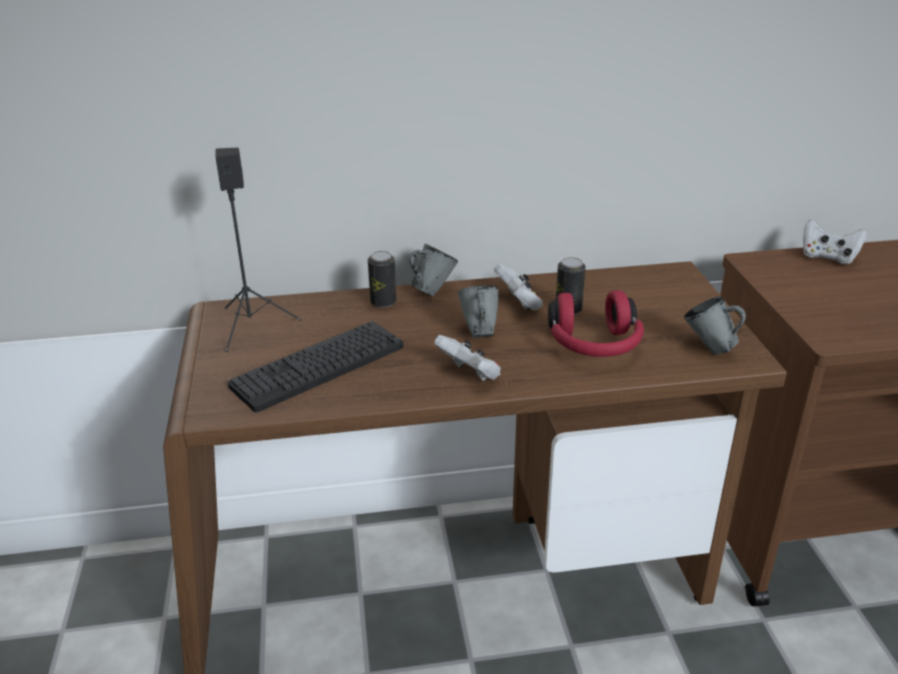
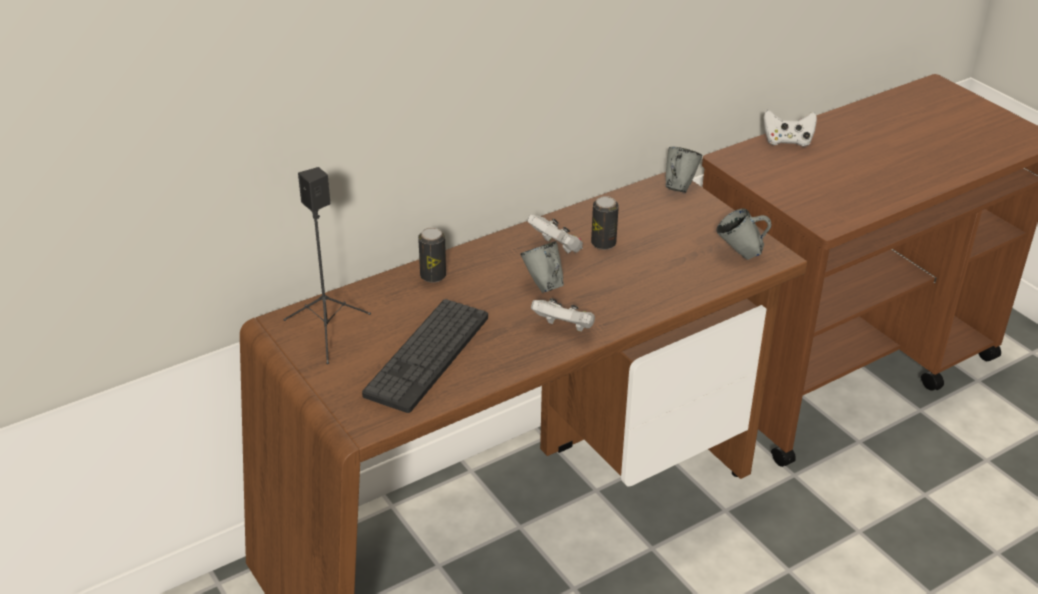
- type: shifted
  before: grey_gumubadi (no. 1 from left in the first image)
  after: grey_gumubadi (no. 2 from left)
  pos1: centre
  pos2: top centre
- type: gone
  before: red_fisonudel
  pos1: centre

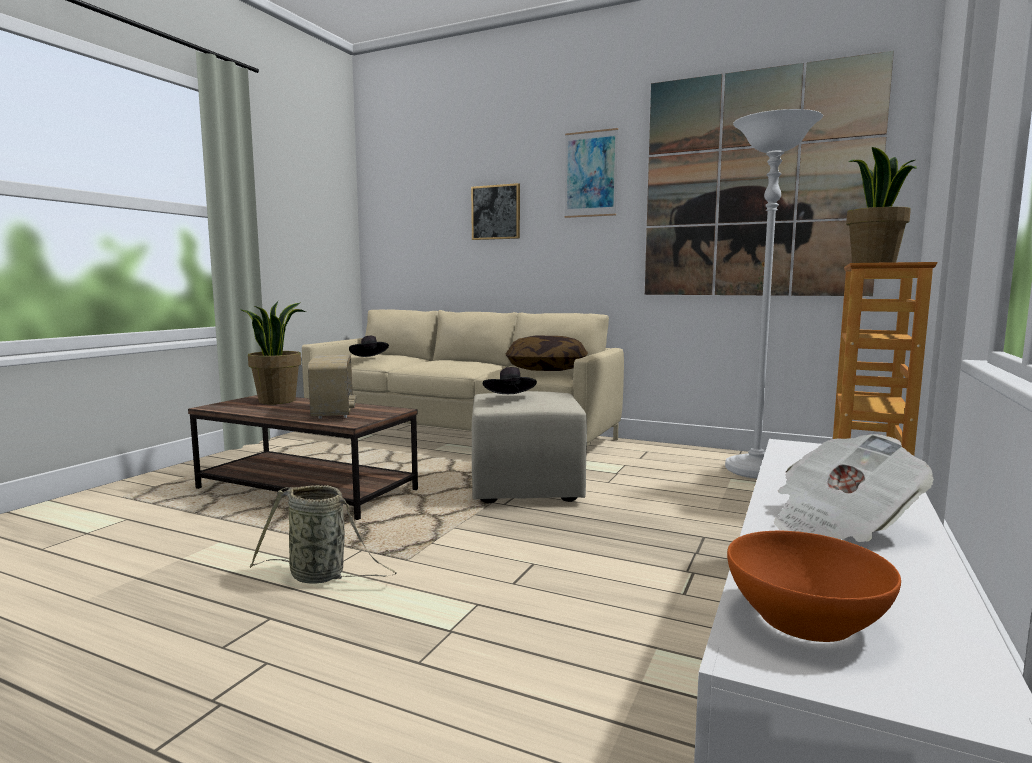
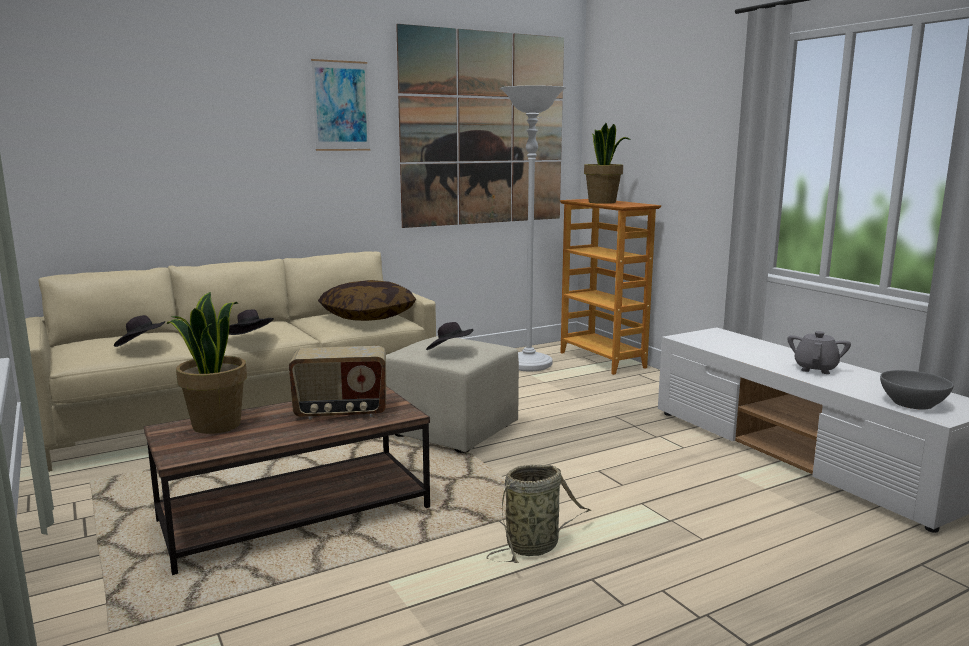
- type: gone
  before: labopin (no. 1 from left)
  pos1: top centre
- type: rotated
  before: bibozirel
  pos1: middle left
  pos2: centre
  turn: 150
- type: swapped
  before: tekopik
  after: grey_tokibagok
  pos1: middle right
  pos2: middle right
- type: repainted
  before: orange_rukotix
  after: grey_rukotix
  pos1: bottom right
  pos2: middle right
- type: new
  after: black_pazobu (no. 2 from left)
  pos2: middle left

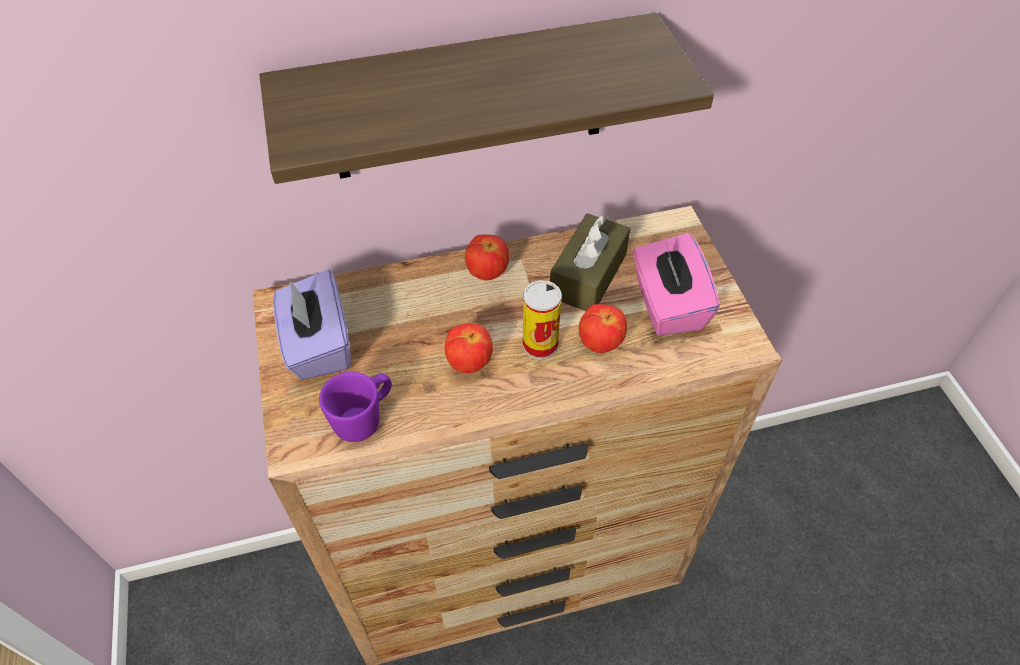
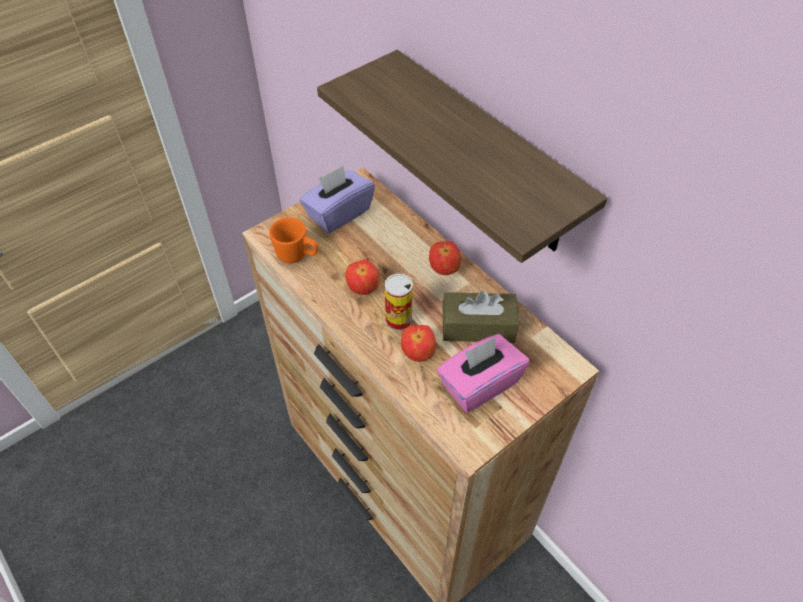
- type: repainted
  before: purple_gumubadi
  after: orange_gumubadi
  pos1: centre
  pos2: centre

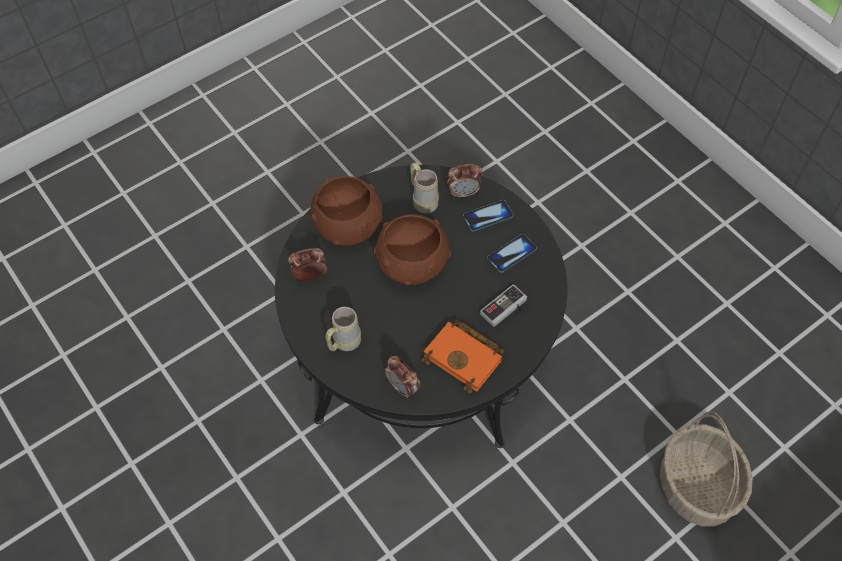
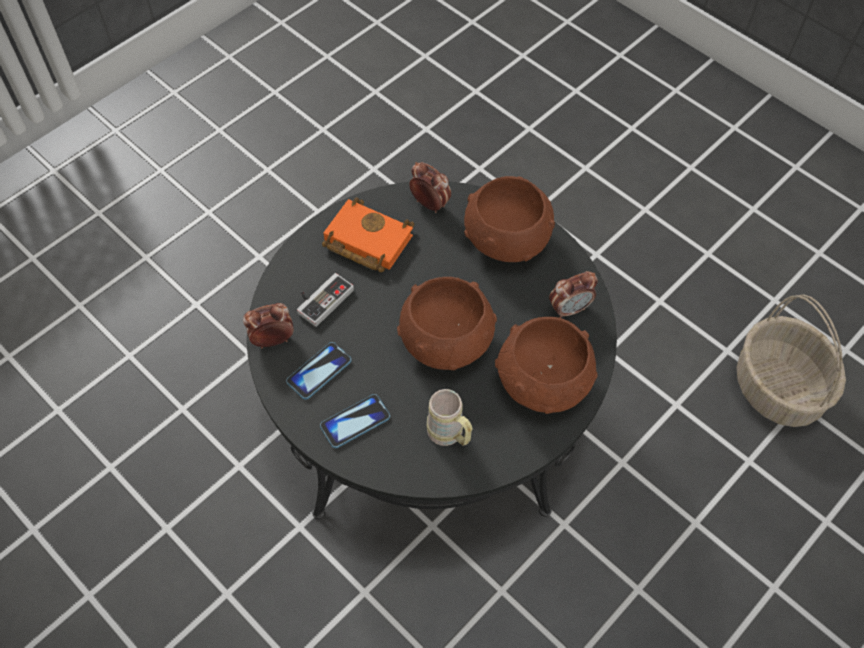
- type: shifted
  before: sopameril (no. 3 from left in the first image)
  after: sopameril (no. 1 from left)
  pos1: top centre
  pos2: middle left
- type: swapped
  before: beige_gumubadi (no. 1 from left)
  after: brown_rukotix (no. 2 from left)
  pos1: centre
  pos2: centre
- type: shifted
  before: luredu
  pos1: bottom right
  pos2: middle right

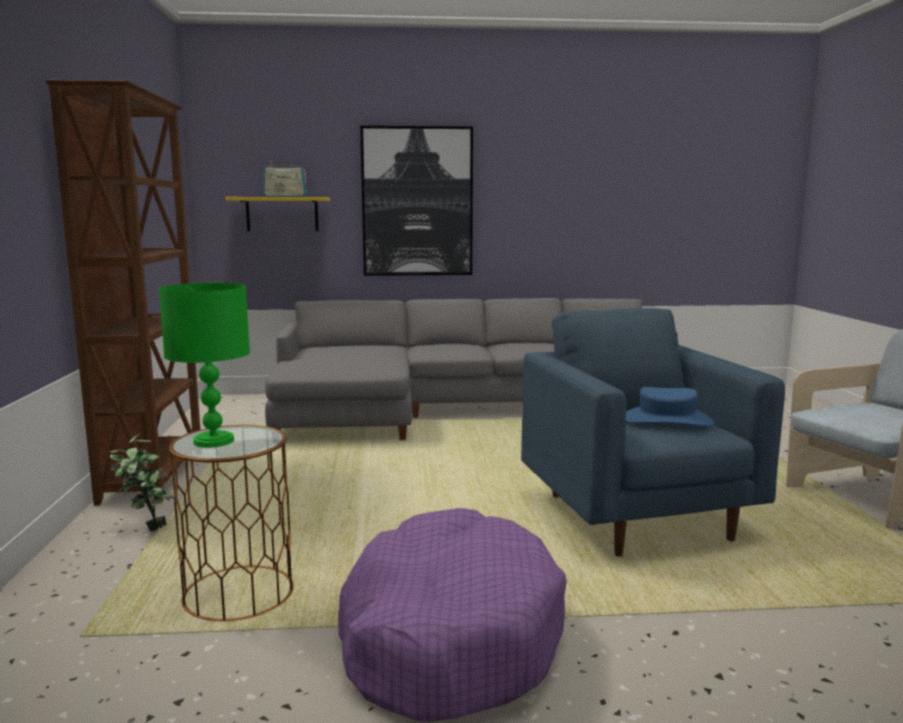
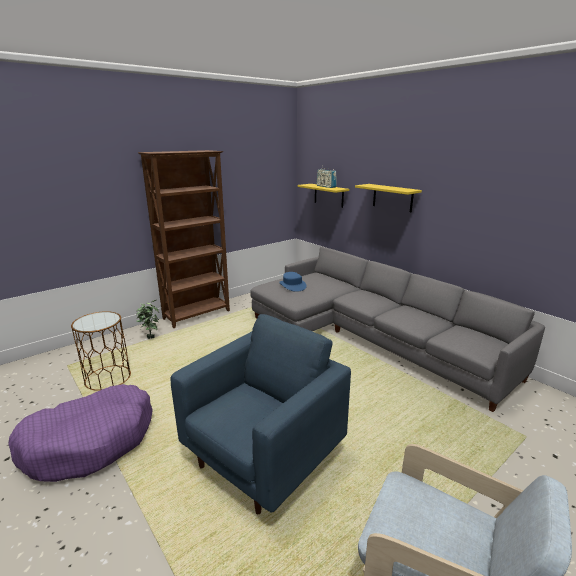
- type: swapped
  before: labopin
  after: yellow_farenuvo (no. 2 from left)
  pos1: top centre
  pos2: middle right
- type: gone
  before: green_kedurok
  pos1: middle left
- type: shifted
  before: blue_pazobu
  pos1: middle right
  pos2: centre

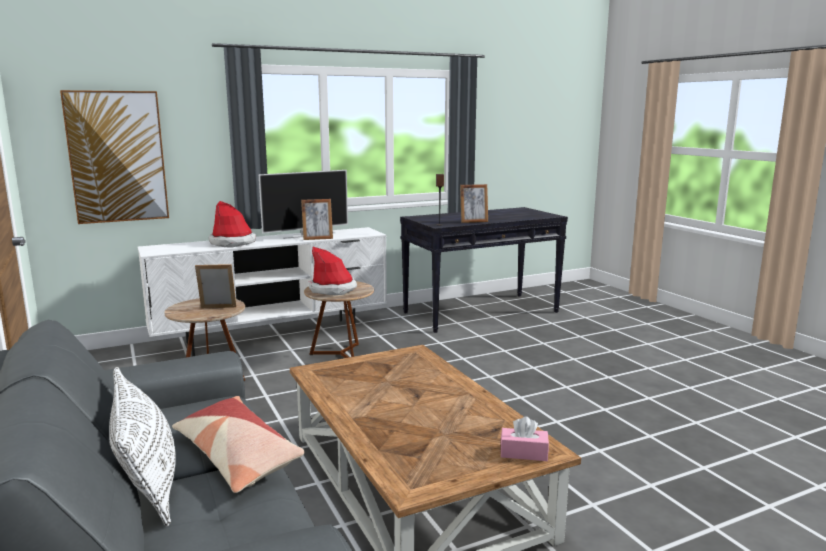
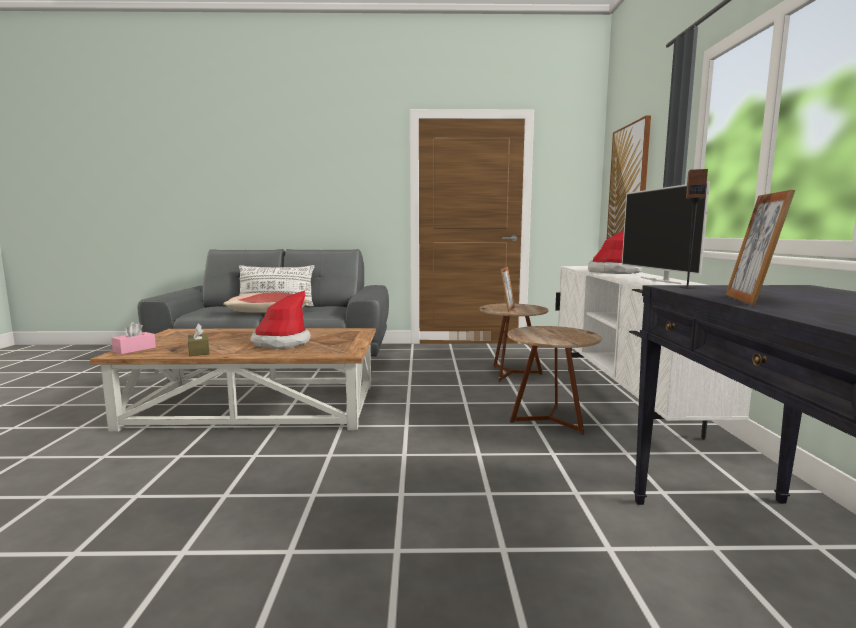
- type: gone
  before: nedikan (no. 2 from left)
  pos1: centre
- type: shifted
  before: pazobu (no. 2 from left in the first image)
  after: pazobu (no. 1 from left)
  pos1: centre
  pos2: middle left
- type: new
  after: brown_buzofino
  pos2: middle left

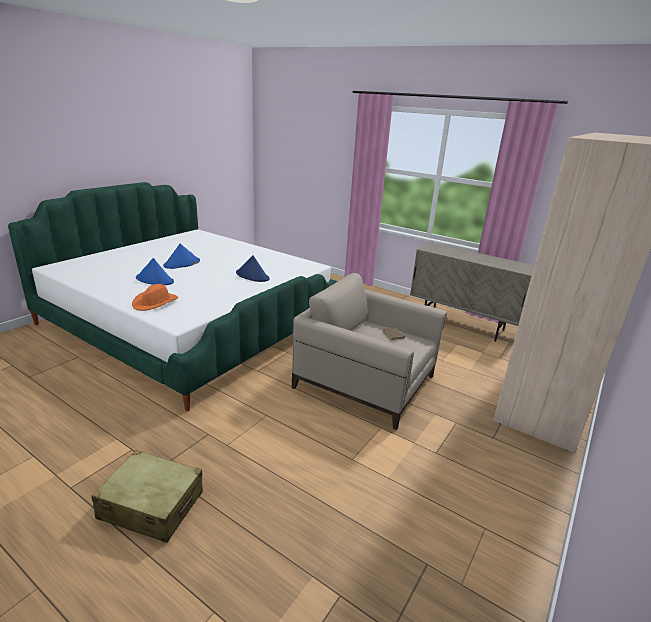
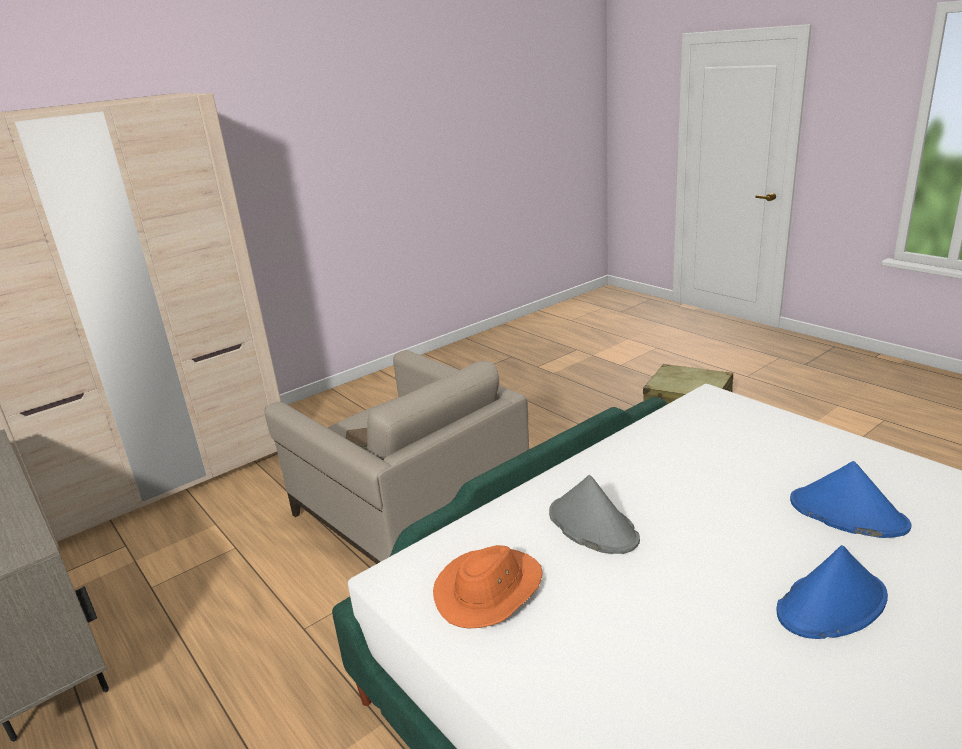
- type: repainted
  before: blue_pazobu (no. 3 from left)
  after: grey_pazobu
  pos1: centre
  pos2: bottom centre
- type: shifted
  before: orange_pazobu
  pos1: middle left
  pos2: bottom centre

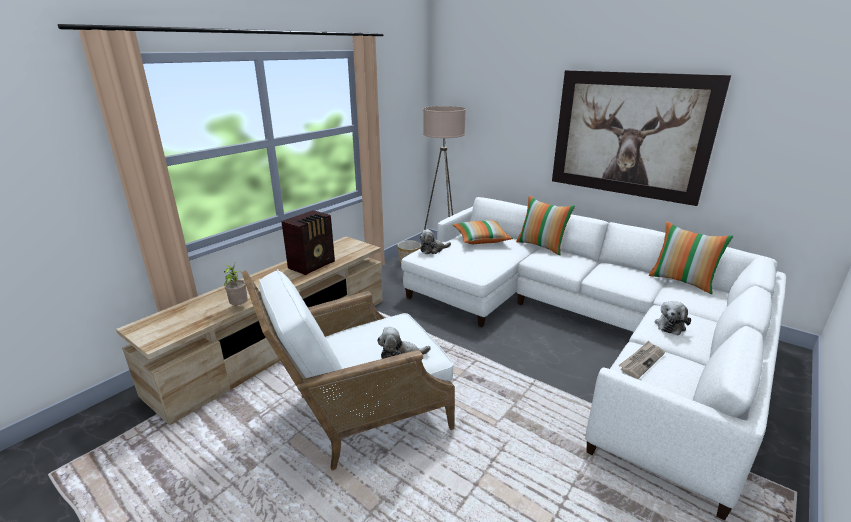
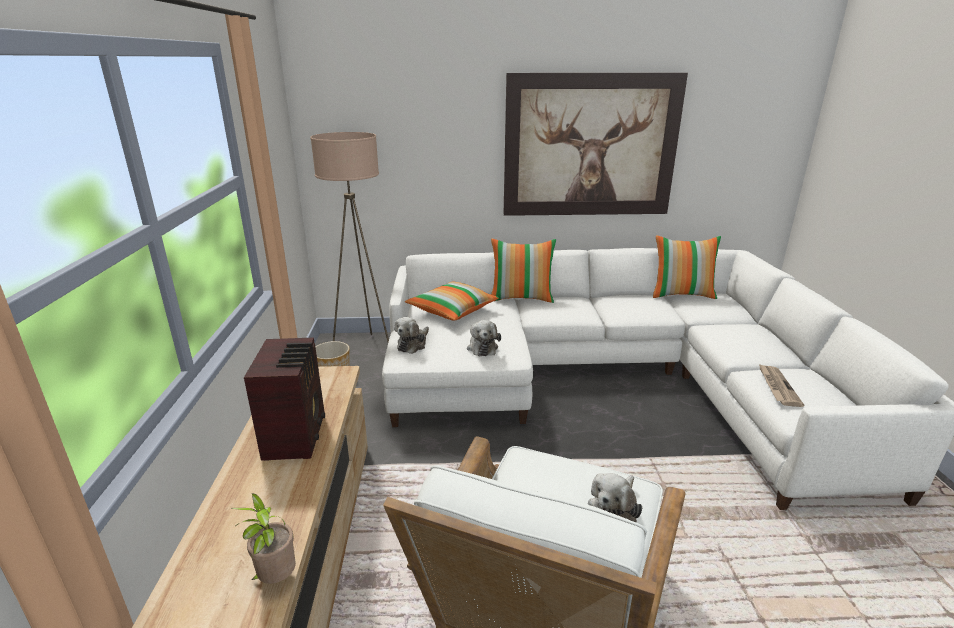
- type: shifted
  before: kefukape (no. 3 from left in the first image)
  after: kefukape (no. 2 from left)
  pos1: middle right
  pos2: centre

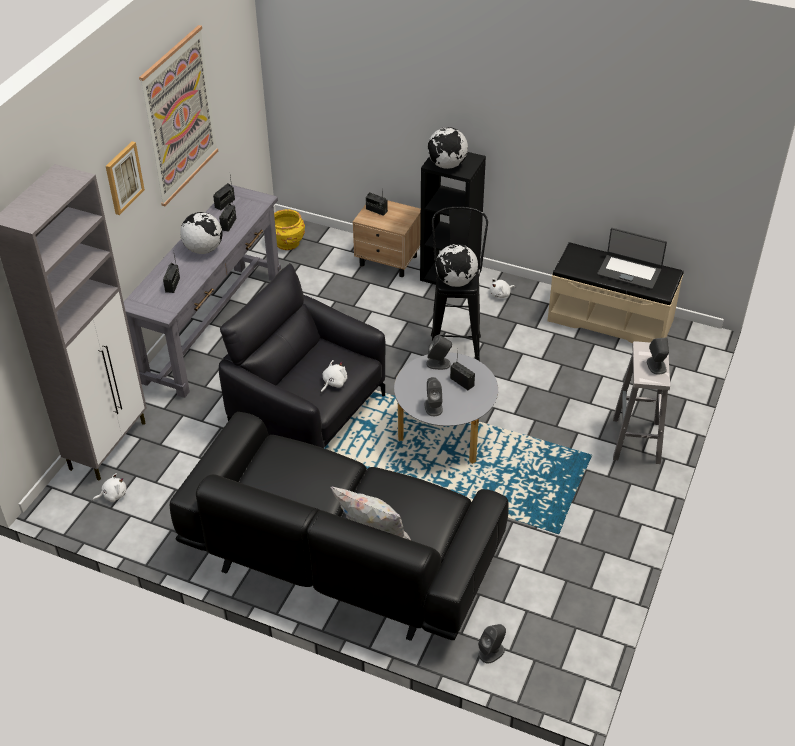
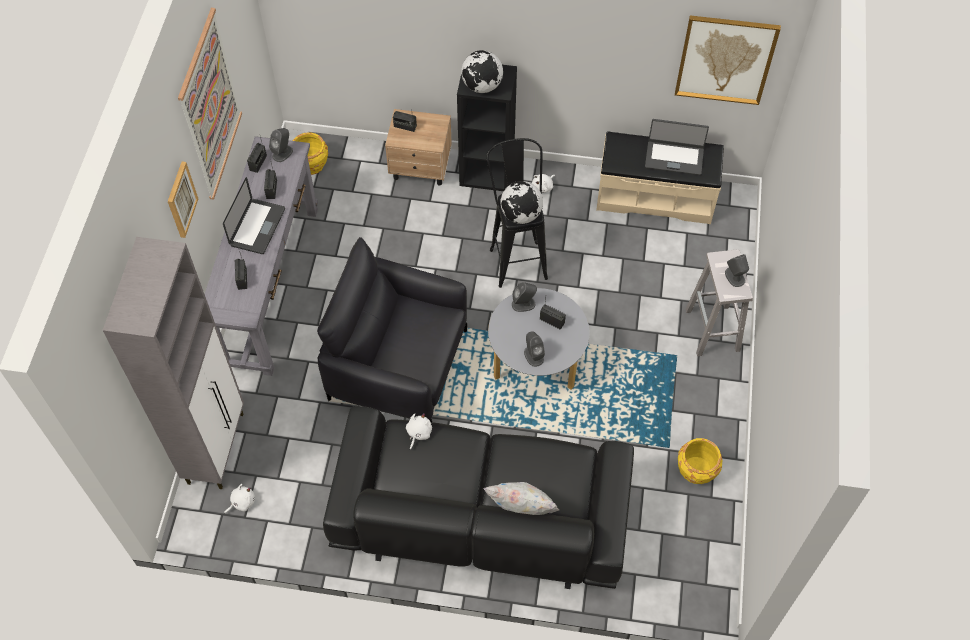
- type: swapped
  before: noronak (no. 1 from left)
  after: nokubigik (no. 1 from left)
  pos1: top left
  pos2: middle left
- type: shifted
  before: white_kefukape (no. 2 from left)
  pos1: centre
  pos2: bottom centre
- type: shifted
  before: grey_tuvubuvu (no. 3 from left in the first image)
  after: grey_tuvubuvu (no. 1 from left)
  pos1: bottom centre
  pos2: top left
- type: new
  after: labopin (no. 3 from left)
  pos2: top right
- type: new
  after: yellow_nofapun (no. 2 from left)
  pos2: bottom right

